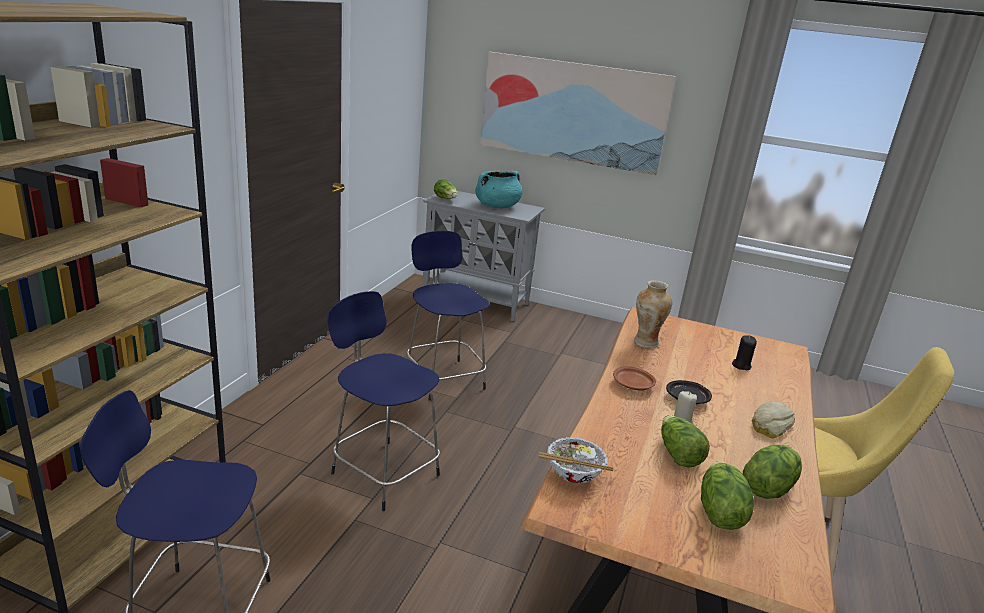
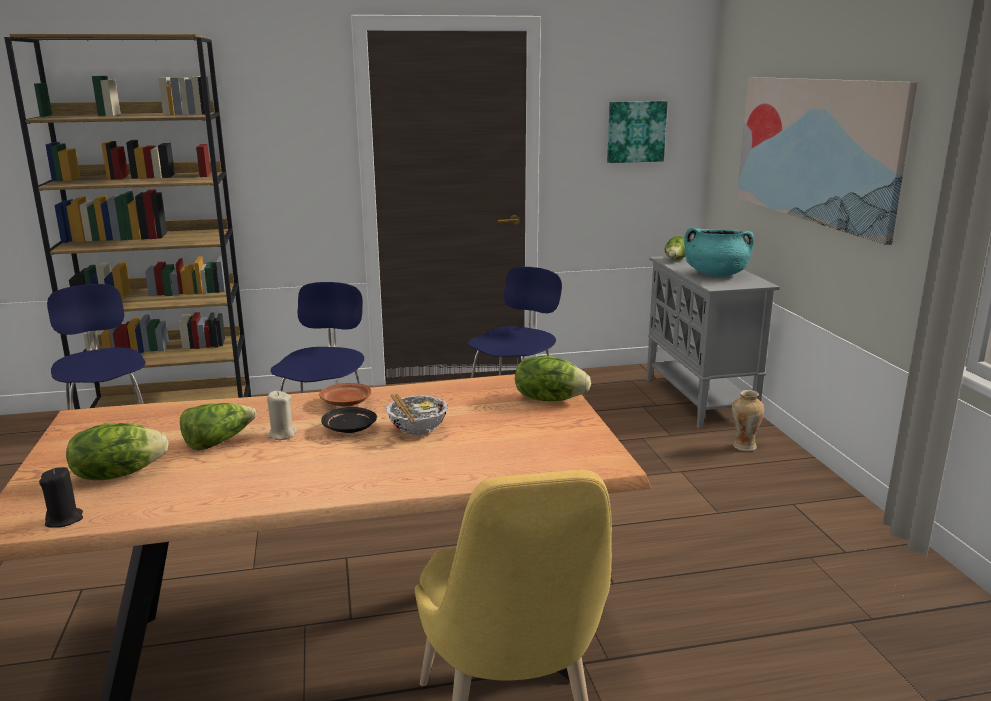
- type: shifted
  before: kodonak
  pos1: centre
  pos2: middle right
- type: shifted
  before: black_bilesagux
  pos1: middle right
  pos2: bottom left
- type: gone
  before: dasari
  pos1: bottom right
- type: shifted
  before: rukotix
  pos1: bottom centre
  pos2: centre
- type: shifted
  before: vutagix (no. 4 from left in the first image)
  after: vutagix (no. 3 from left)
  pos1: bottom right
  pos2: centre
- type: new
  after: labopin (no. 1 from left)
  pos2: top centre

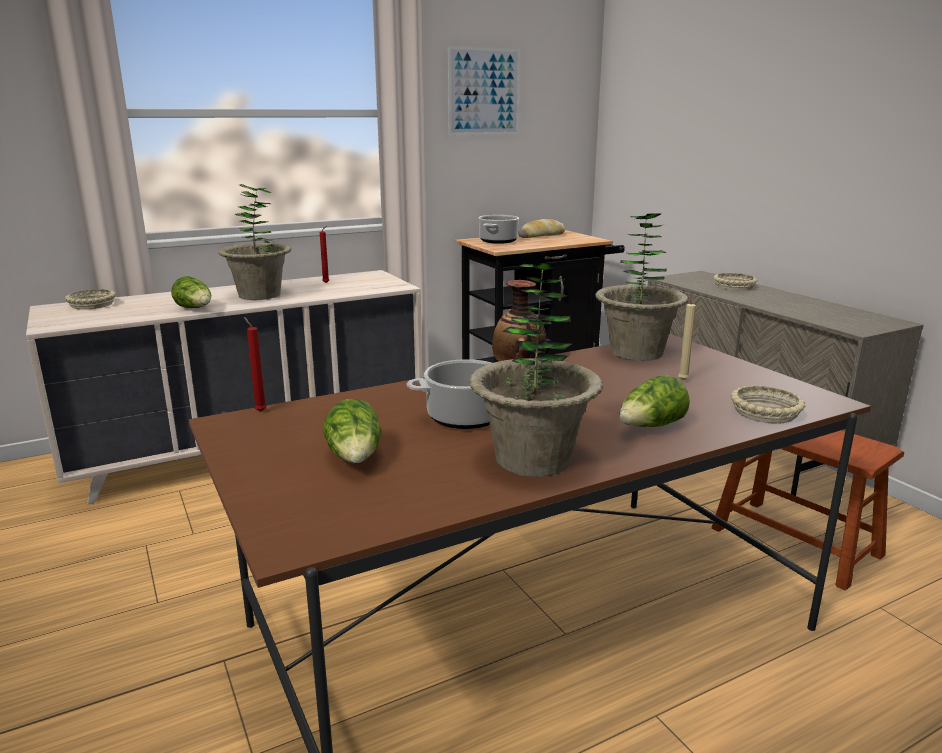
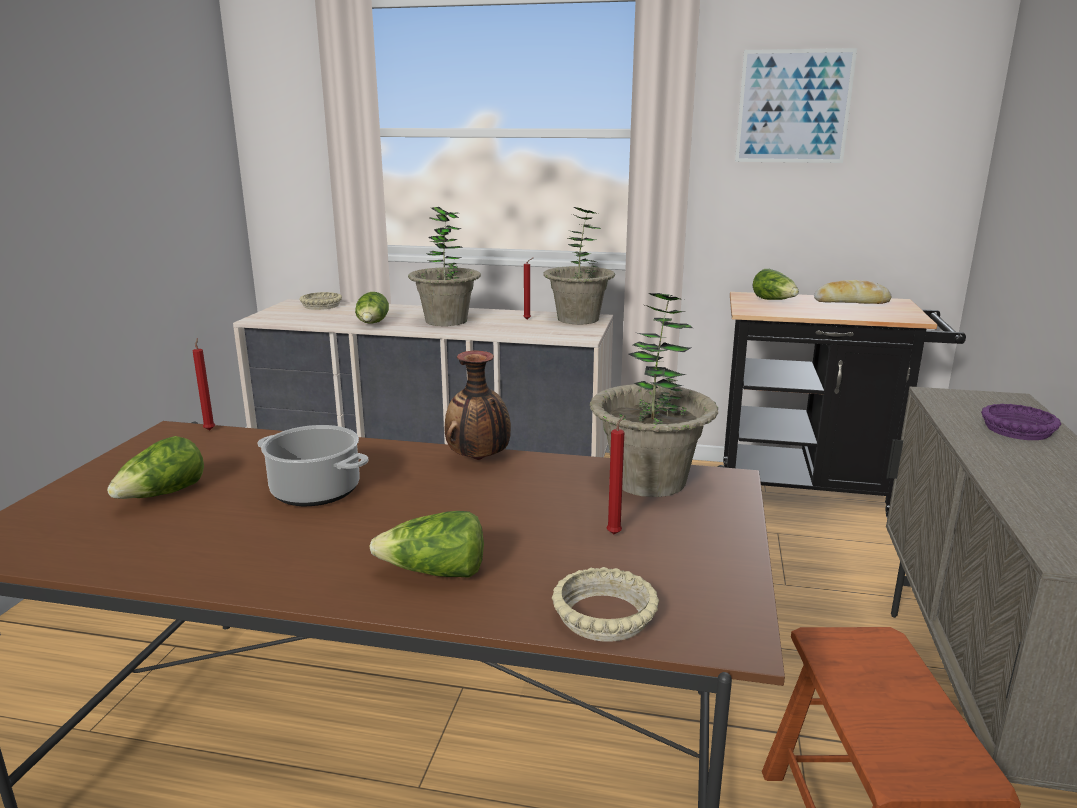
- type: swapped
  before: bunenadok (no. 2 from left)
  after: vutagix (no. 4 from left)
  pos1: top centre
  pos2: middle right
- type: shifted
  before: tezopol (no. 2 from left)
  pos1: centre
  pos2: top centre
- type: repainted
  before: beige_rukotix (no. 2 from left)
  after: purple_rukotix
  pos1: middle right
  pos2: middle right
- type: repainted
  before: beige_bilesagux
  after: red_bilesagux (no. 3 from left)
  pos1: middle right
  pos2: centre

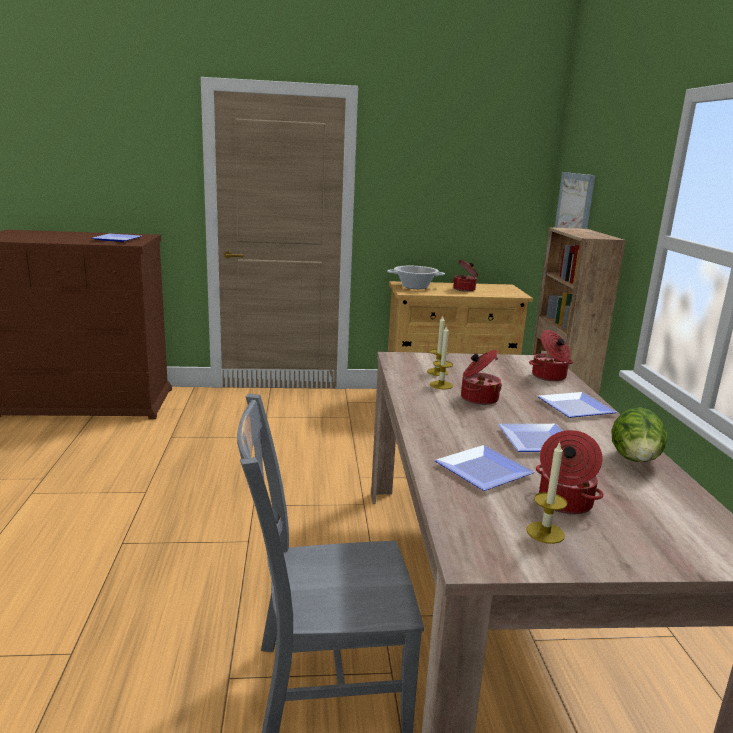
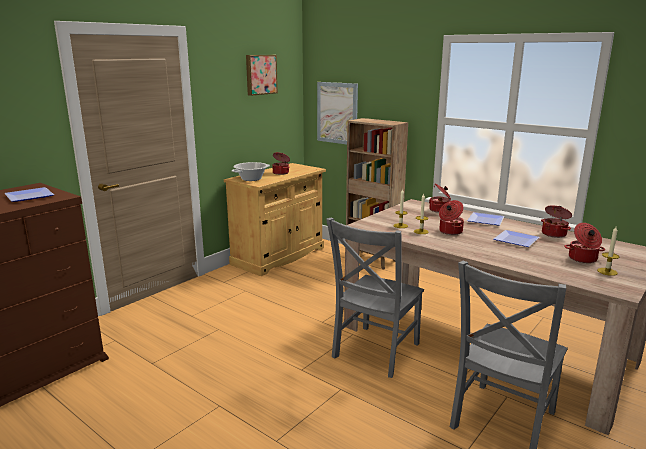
- type: swapped
  before: vutagix
  after: bunenadok (no. 5 from left)
  pos1: middle right
  pos2: middle right
- type: gone
  before: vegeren (no. 2 from left)
  pos1: centre
- type: new
  after: labopin (no. 1 from left)
  pos2: top centre
- type: new
  after: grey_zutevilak (no. 1 from left)
  pos2: centre

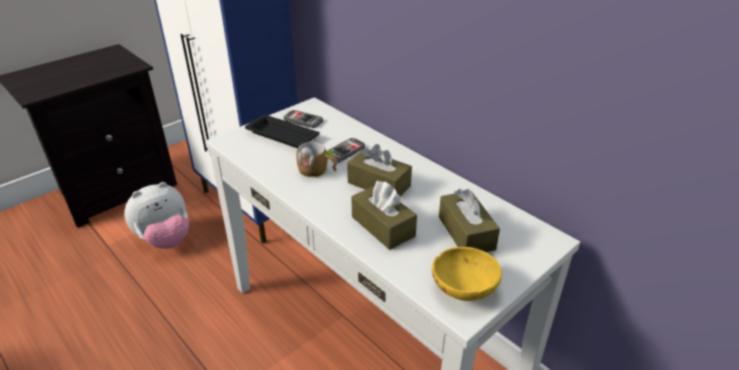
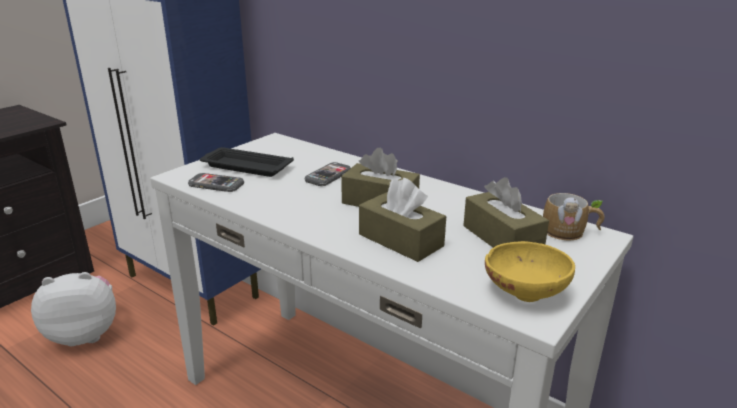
- type: shifted
  before: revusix (no. 1 from left)
  pos1: top centre
  pos2: middle left
- type: shifted
  before: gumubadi
  pos1: centre
  pos2: middle right
- type: rotated
  before: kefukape
  pos1: middle left
  pos2: bottom left
  turn: -150

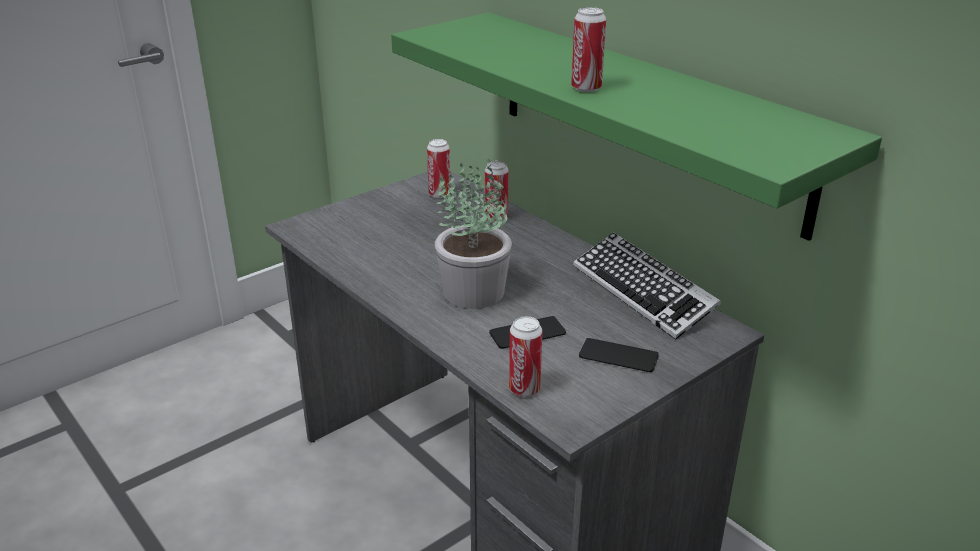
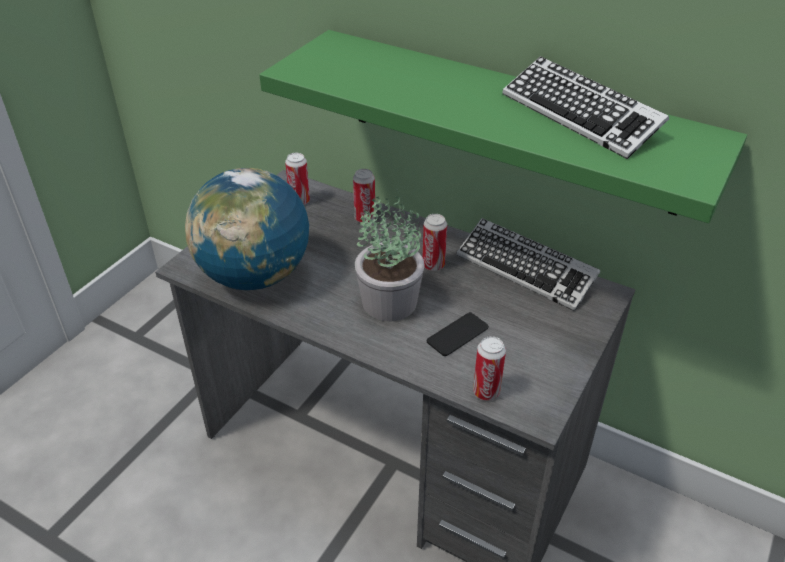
- type: shifted
  before: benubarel (no. 4 from left in the first image)
  after: benubarel (no. 3 from left)
  pos1: top centre
  pos2: centre
- type: gone
  before: revusix (no. 2 from left)
  pos1: centre
- type: new
  after: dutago (no. 2 from left)
  pos2: top right
- type: new
  after: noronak
  pos2: middle left

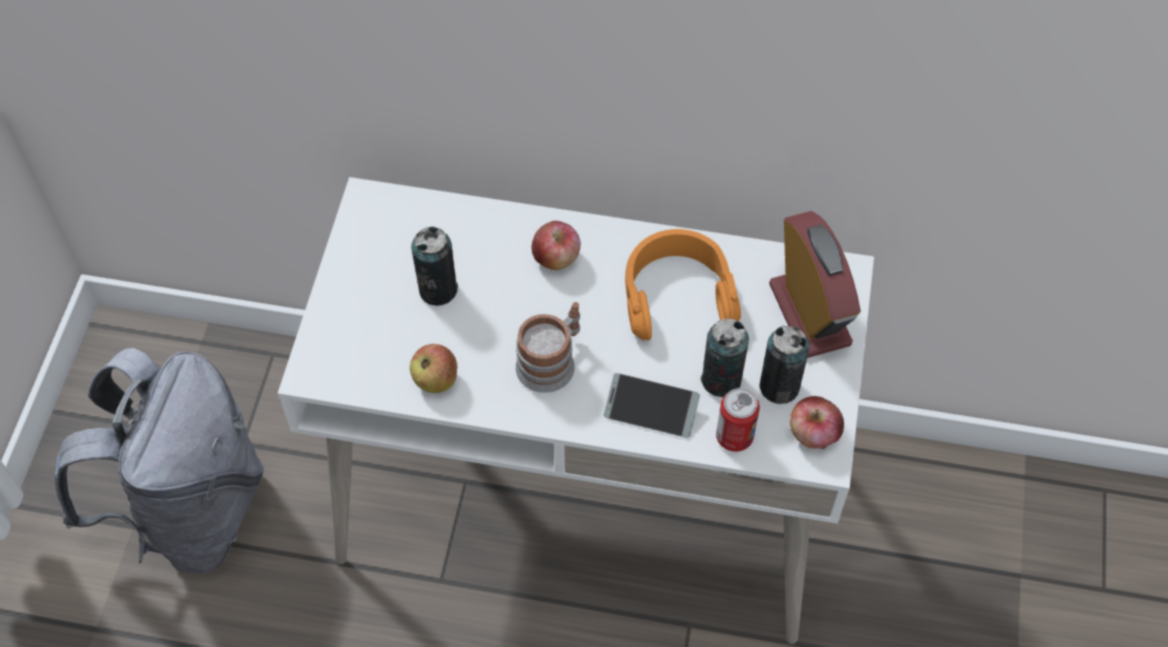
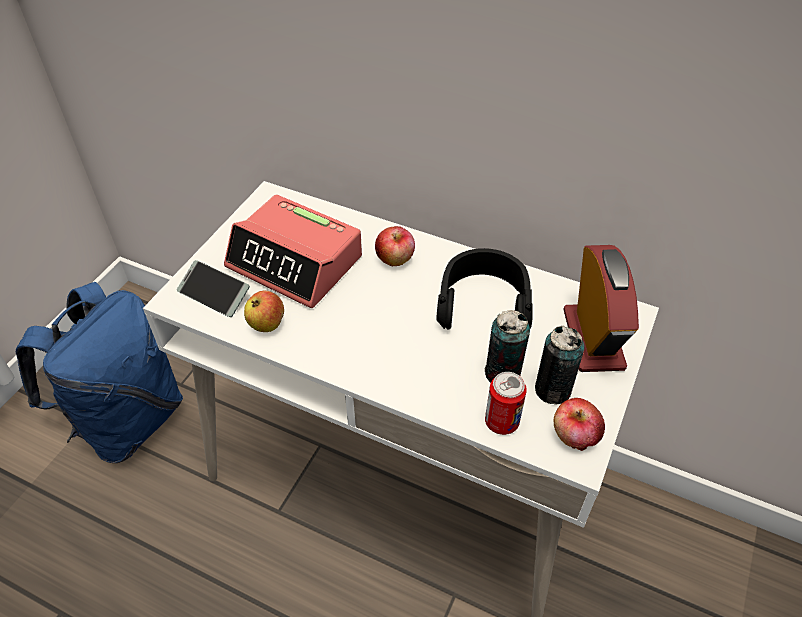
- type: swapped
  before: benubarel (no. 1 from left)
  after: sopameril (no. 1 from left)
  pos1: centre
  pos2: centre
- type: repainted
  before: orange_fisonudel
  after: black_fisonudel
  pos1: centre
  pos2: centre
- type: gone
  before: gumubadi
  pos1: centre
- type: repainted
  before: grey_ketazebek
  after: blue_ketazebek
  pos1: bottom left
  pos2: middle left
- type: shifted
  before: revusix
  pos1: centre
  pos2: middle left

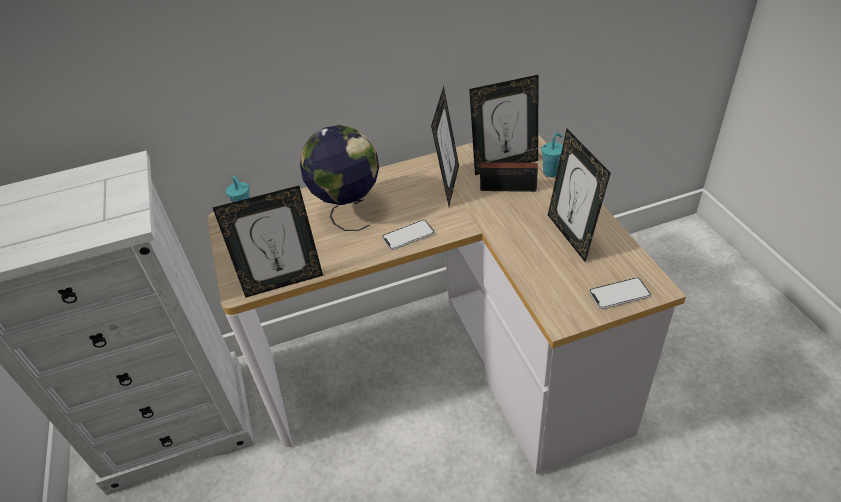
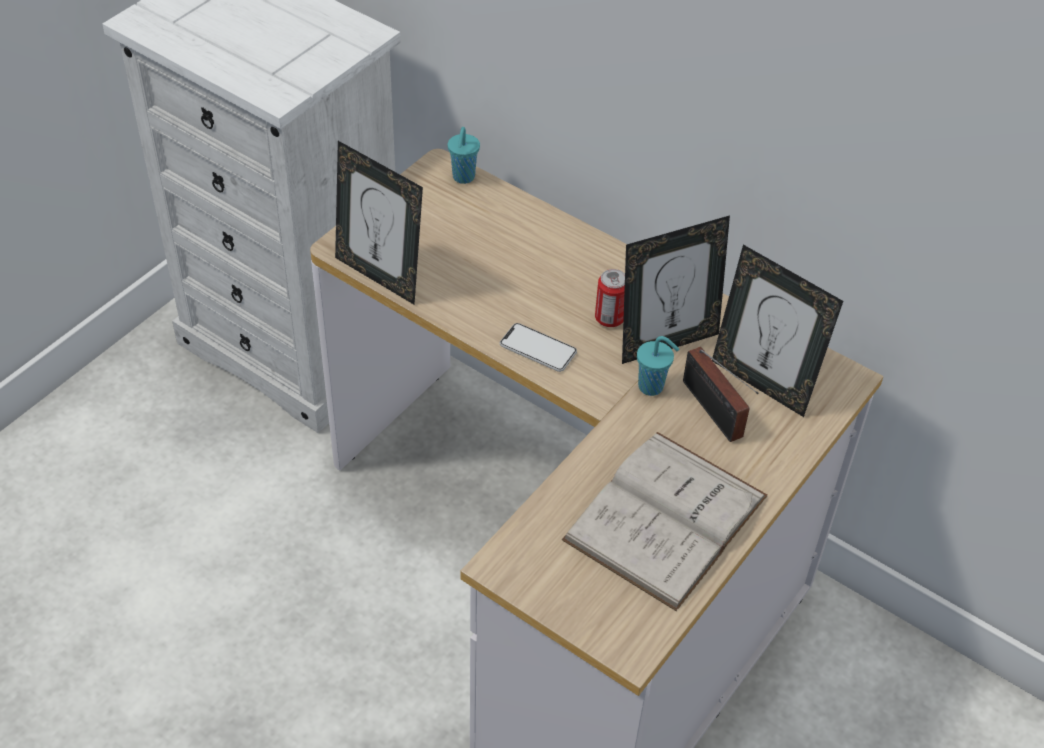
- type: gone
  before: noronak
  pos1: centre
- type: swapped
  before: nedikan (no. 4 from left)
  after: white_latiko
  pos1: middle right
  pos2: bottom centre
- type: shifted
  before: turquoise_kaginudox (no. 2 from left)
  pos1: top centre
  pos2: centre
- type: gone
  before: revusix (no. 2 from left)
  pos1: middle right
- type: new
  after: benubarel
  pos2: centre

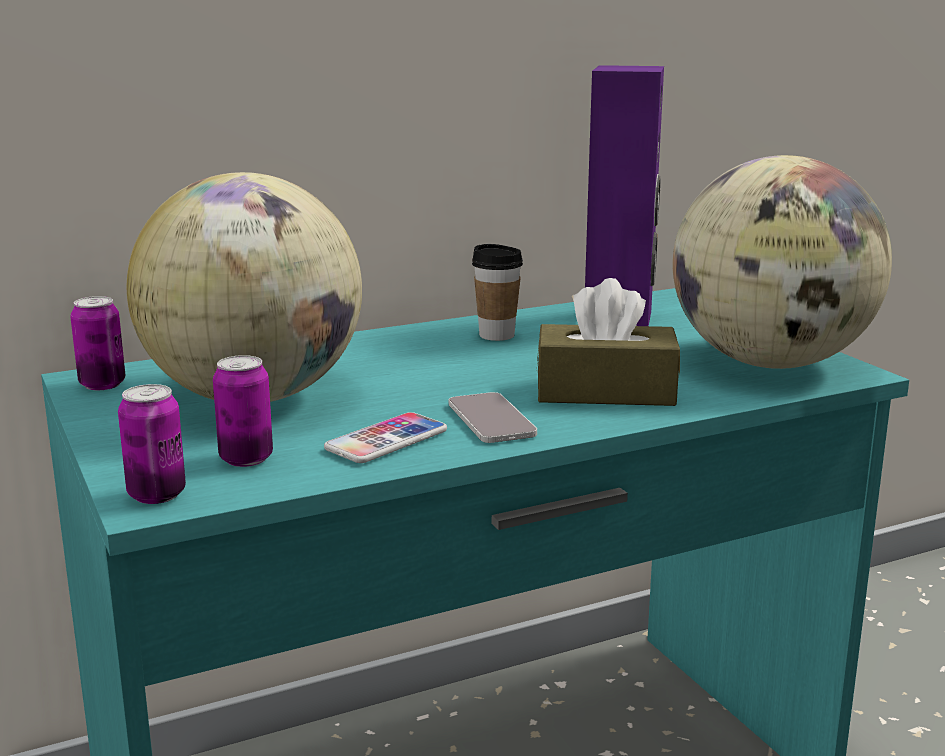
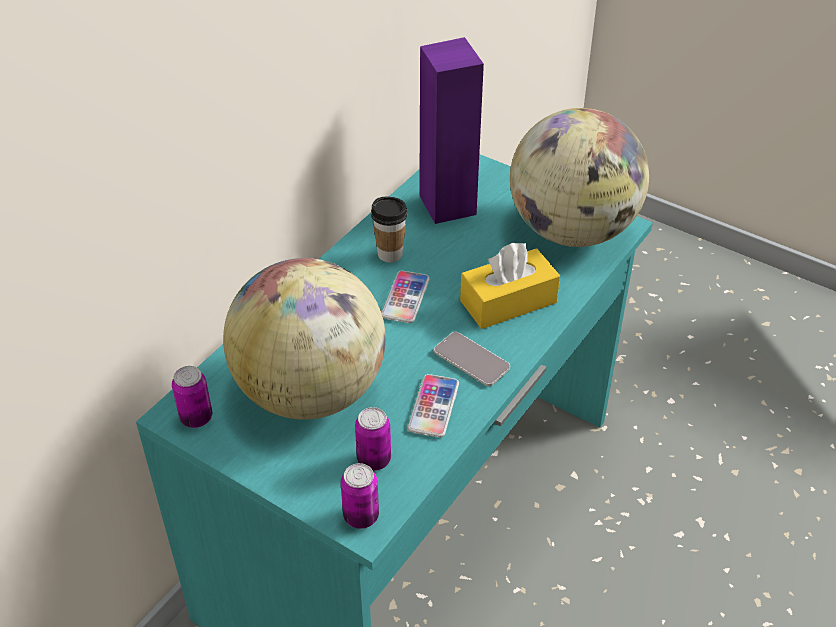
- type: repainted
  before: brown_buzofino
  after: yellow_buzofino
  pos1: centre
  pos2: centre
- type: new
  after: revusix (no. 1 from left)
  pos2: centre

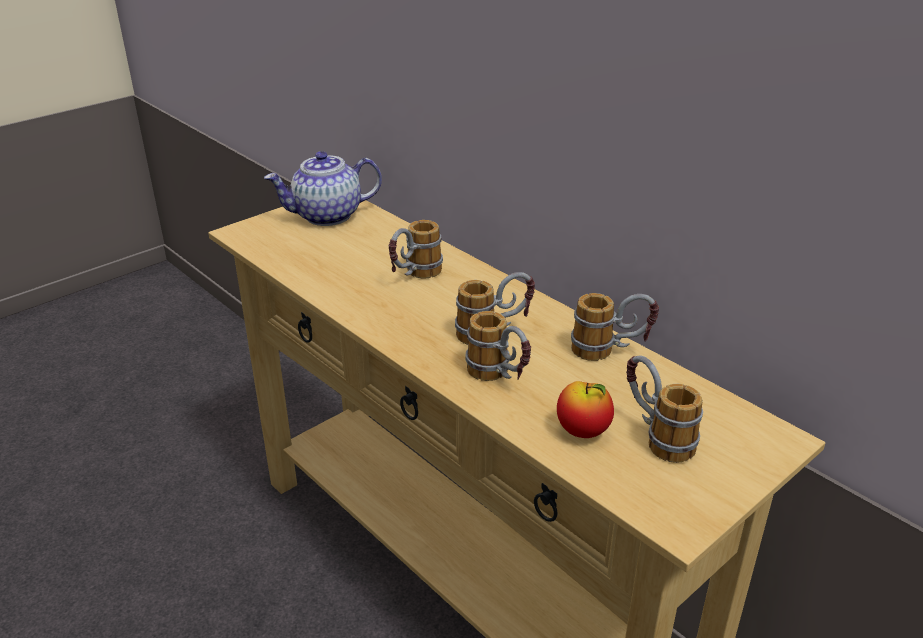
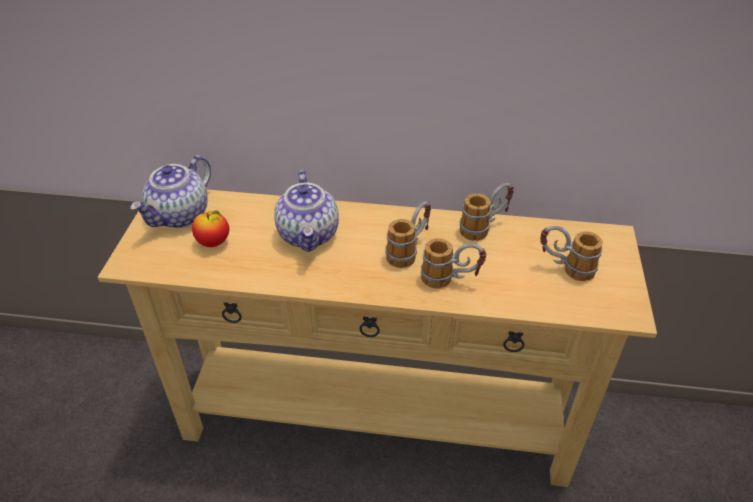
- type: swapped
  before: gumubadi (no. 1 from left)
  after: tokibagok (no. 2 from left)
  pos1: centre
  pos2: centre
- type: shifted
  before: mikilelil
  pos1: centre
  pos2: middle left

